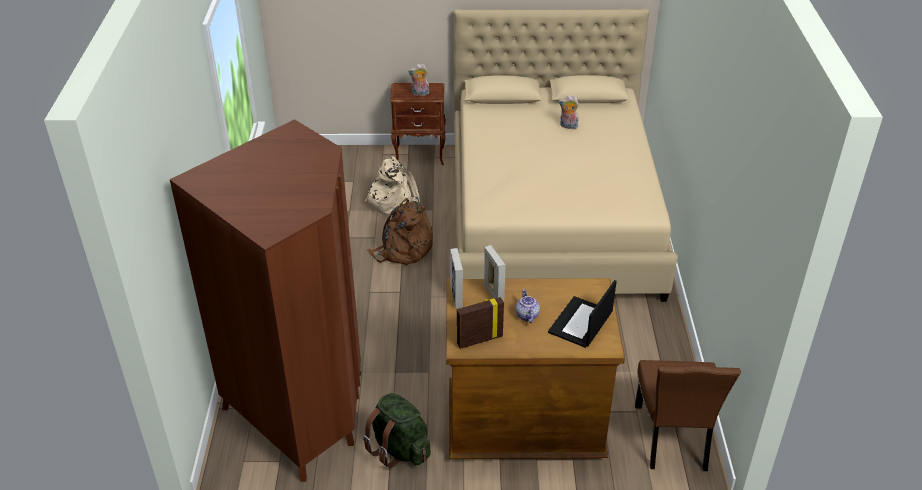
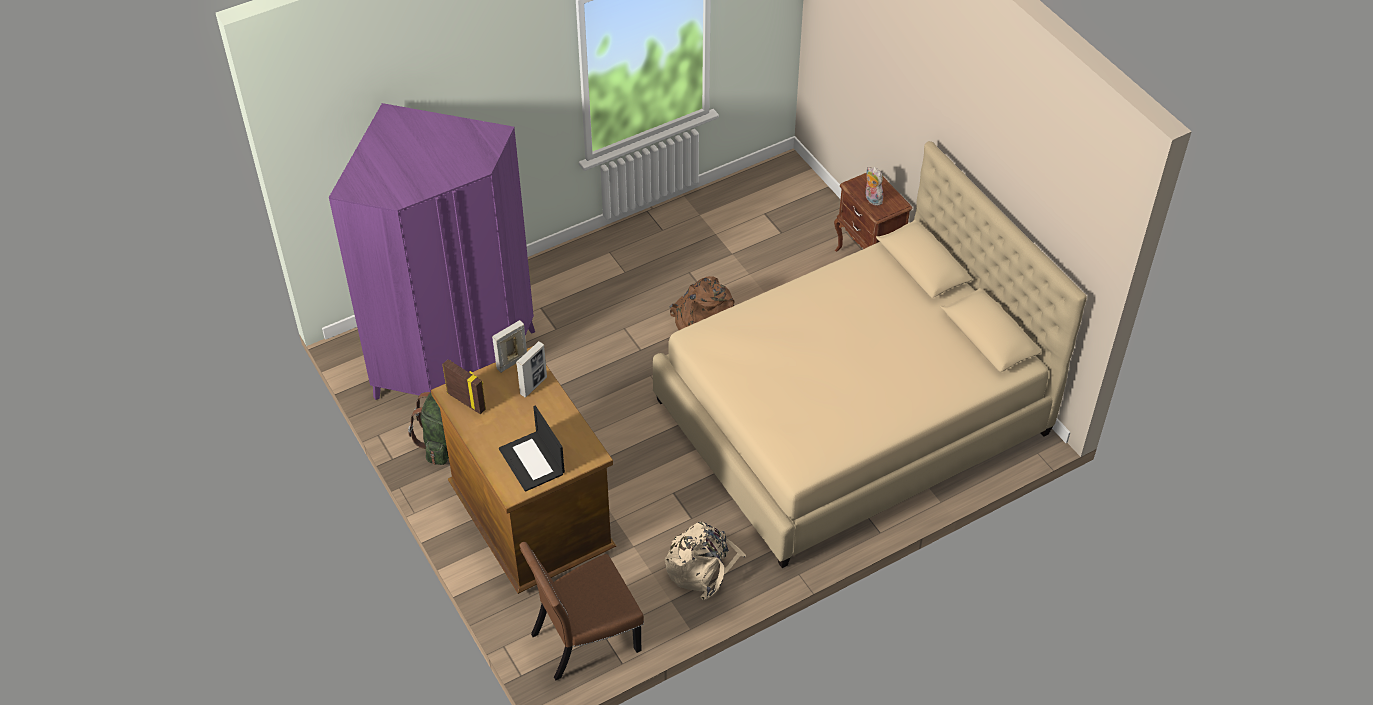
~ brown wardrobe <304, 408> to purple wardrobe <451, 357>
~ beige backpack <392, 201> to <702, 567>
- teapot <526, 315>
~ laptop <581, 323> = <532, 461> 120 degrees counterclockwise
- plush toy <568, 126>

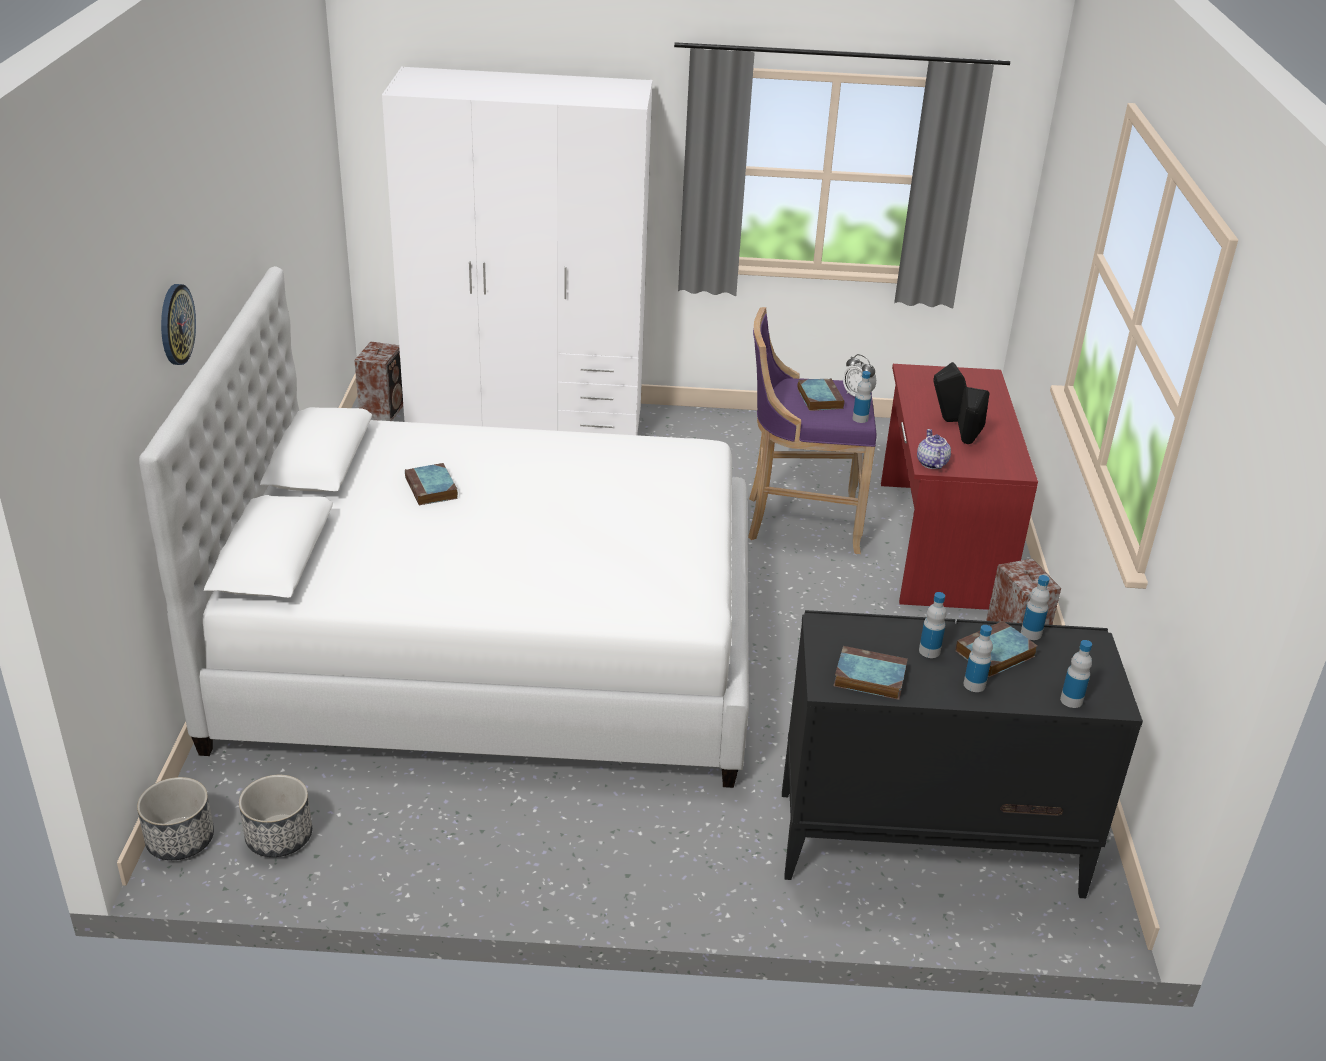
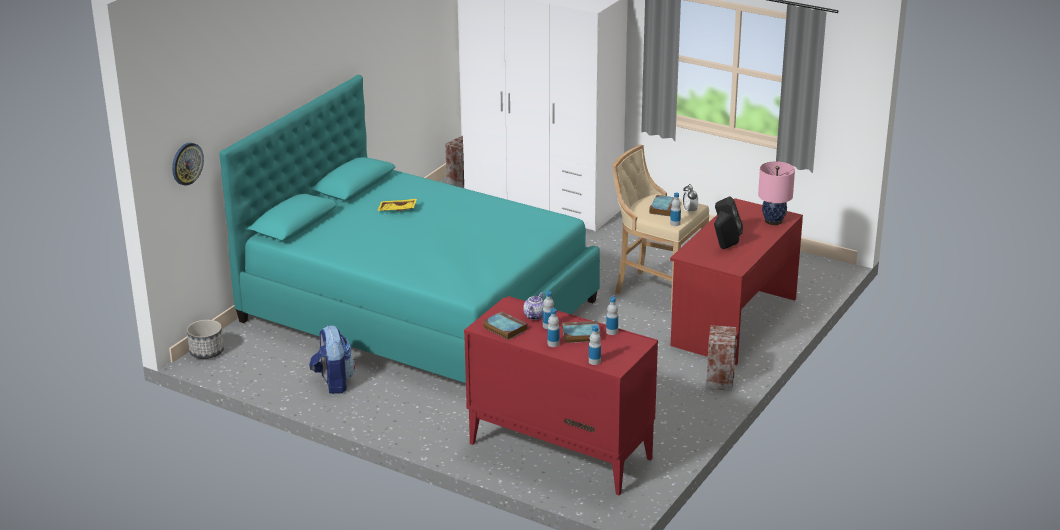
~ white bed <493, 646> to turquoise bed <419, 310>
~ wall clock <175, 324> to <186, 163>
- planter <278, 837>
~ book <432, 489> to yellow tray <397, 210>
~ purple stool <799, 522> to beige stool <656, 291>
~ black cabinet <927, 843> to red cabinet <560, 451>
~ teapot <931, 463> to <534, 315>
+ backpack <333, 382>
+ pink table lamp <773, 221>

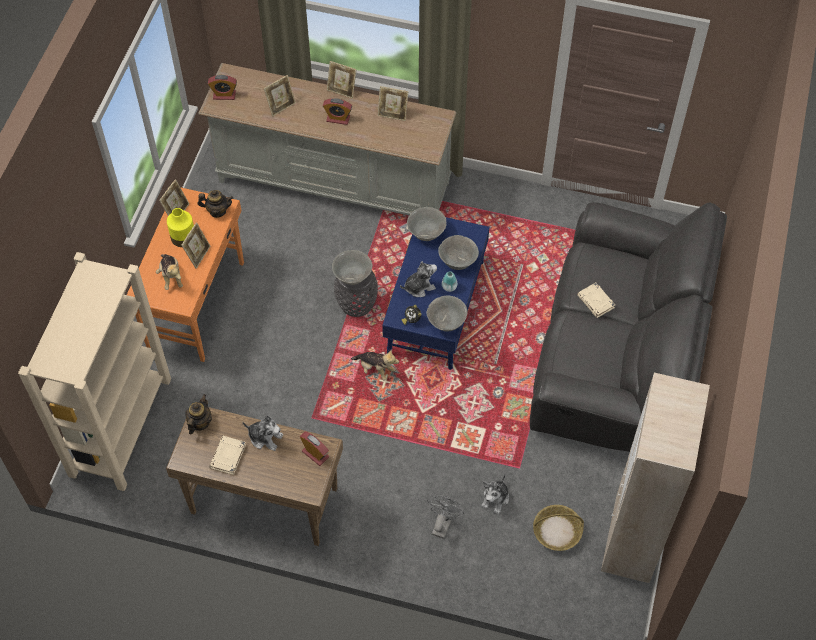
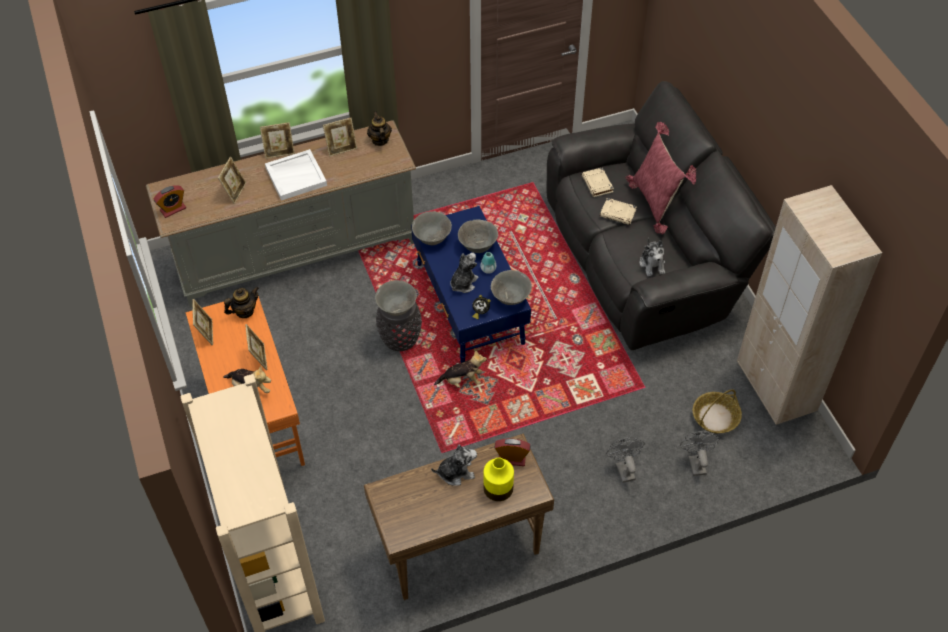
~ yellow vase <183, 236> to <498, 488>
~ teapot <199, 422> to <380, 140>
~ beige book <228, 457> to <597, 184>
~ alarm clock <338, 119> to white tray <296, 176>
~ plush toy <495, 498> to <652, 264>
+ red pillow <656, 206>
+ grey fan <695, 462>

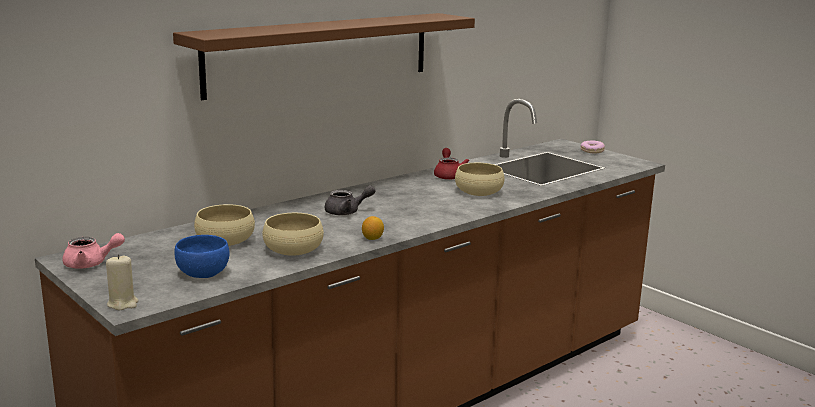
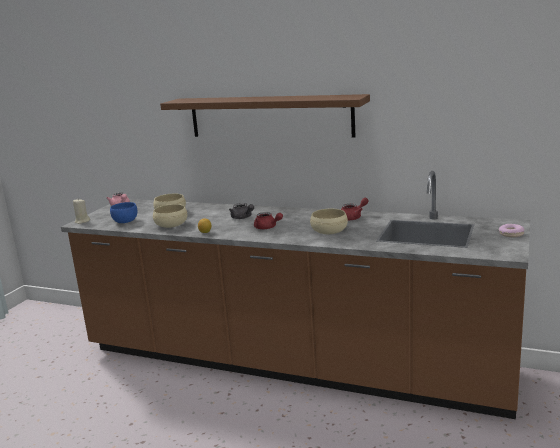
+ red teapot <267, 228>

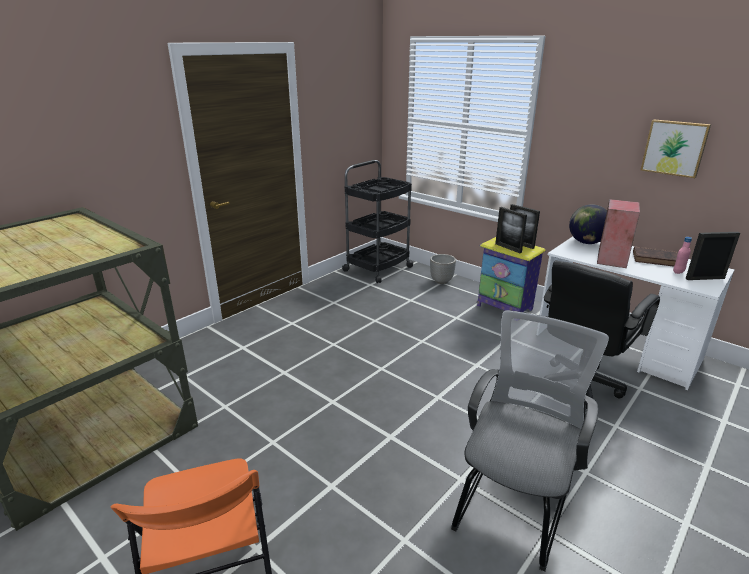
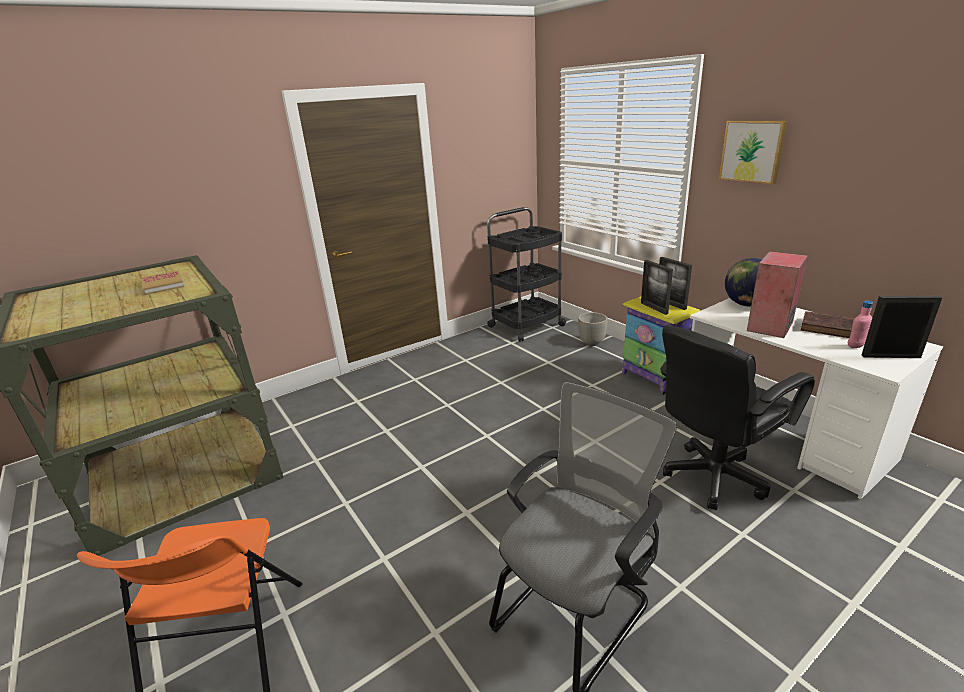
~ picture <674, 148> to <753, 151>
+ book <163, 285>

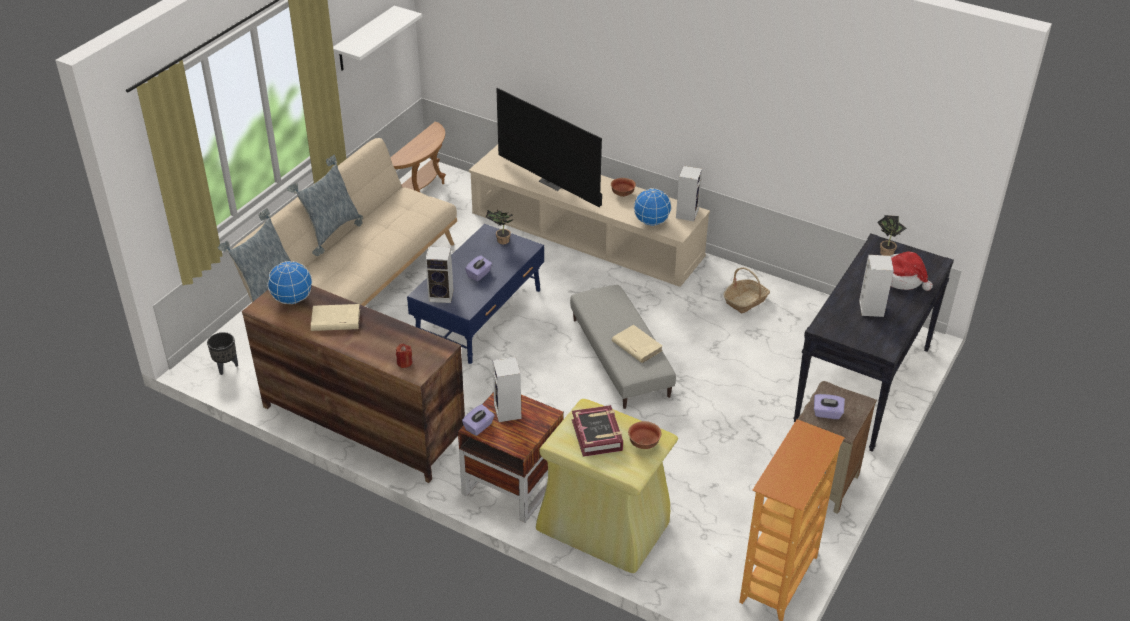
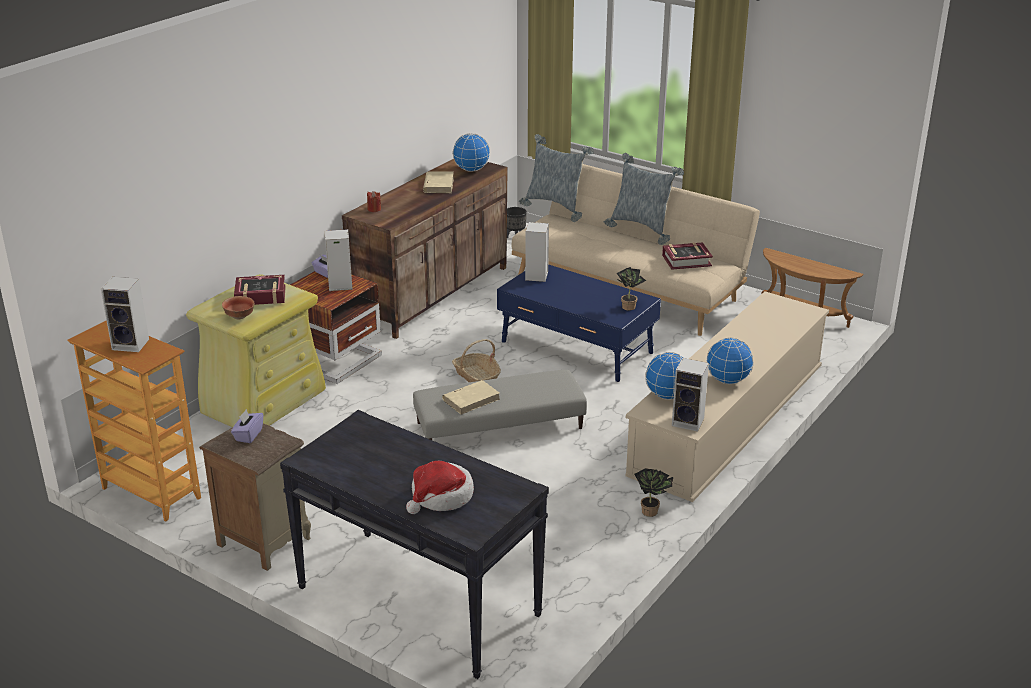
- white shelf <364, 39>
- purple tissue box <479, 274>
- television <553, 182>
~ bowl <622, 194> to globe <727, 380>
~ basket <745, 301> to <476, 376>
~ speaker <870, 307> to <132, 344>
~ potted plant <886, 252> to <652, 511>
+ book <686, 260>

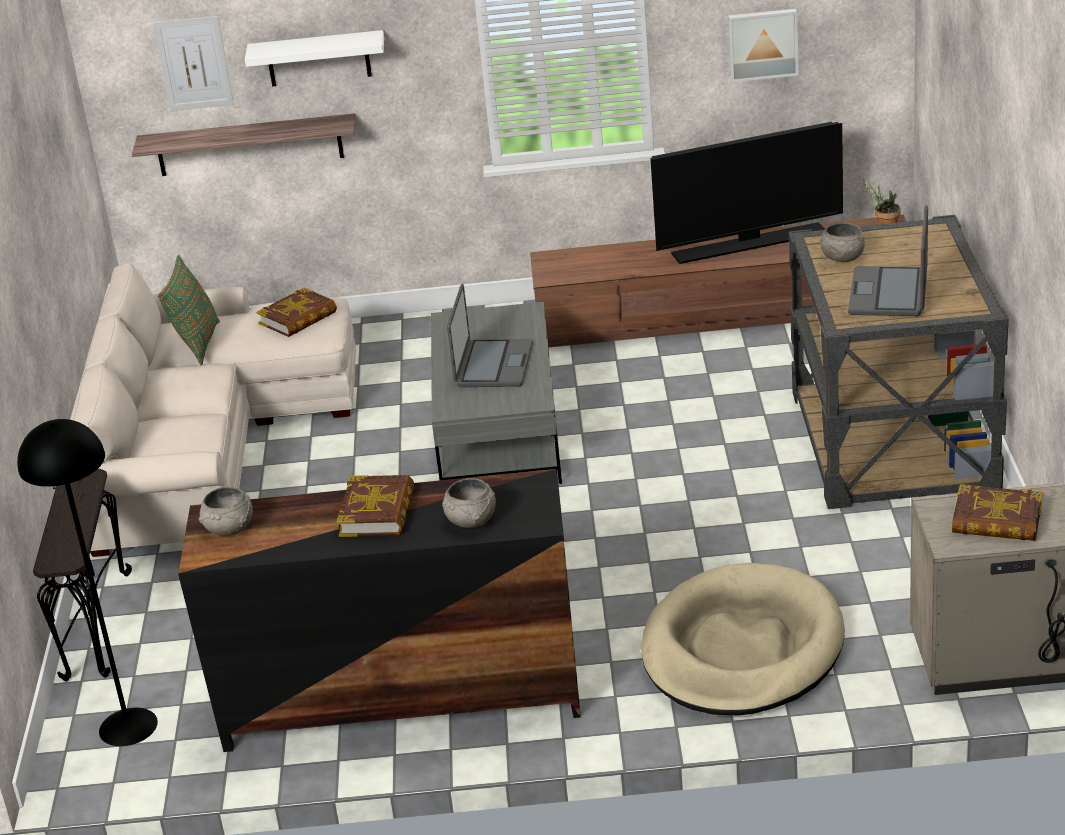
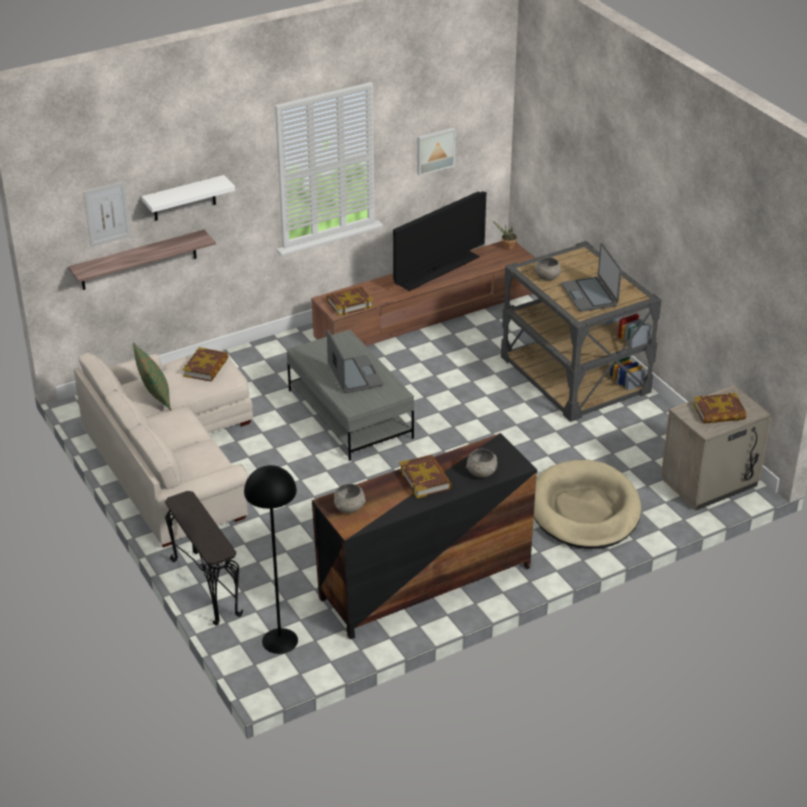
+ book <349, 304>

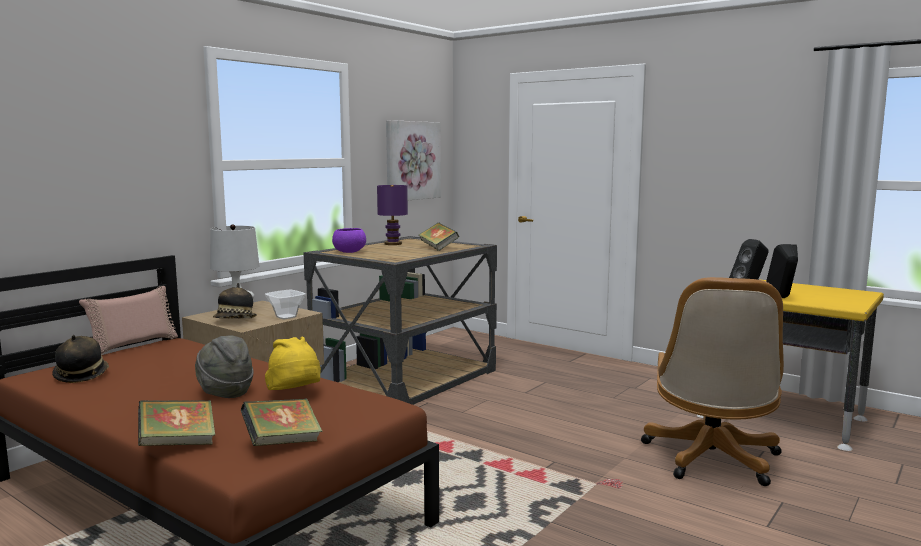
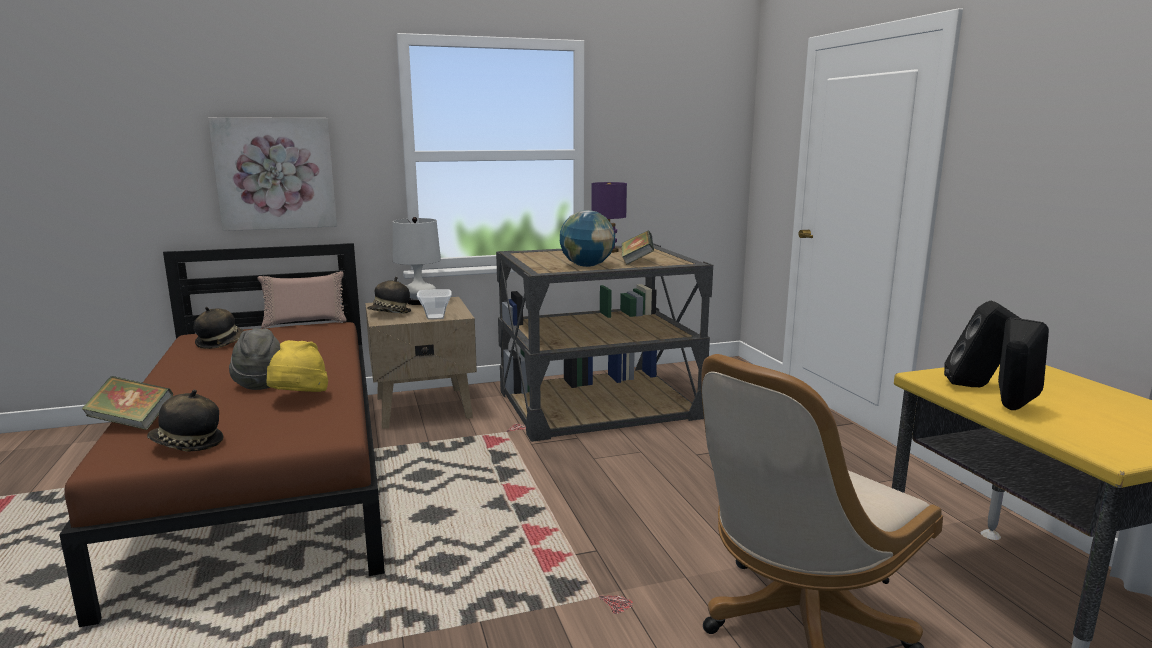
~ book <282, 443> to hat <187, 445>
- purple bowl <349, 252>
~ picture <412, 160> to <275, 173>
+ globe <587, 266>

